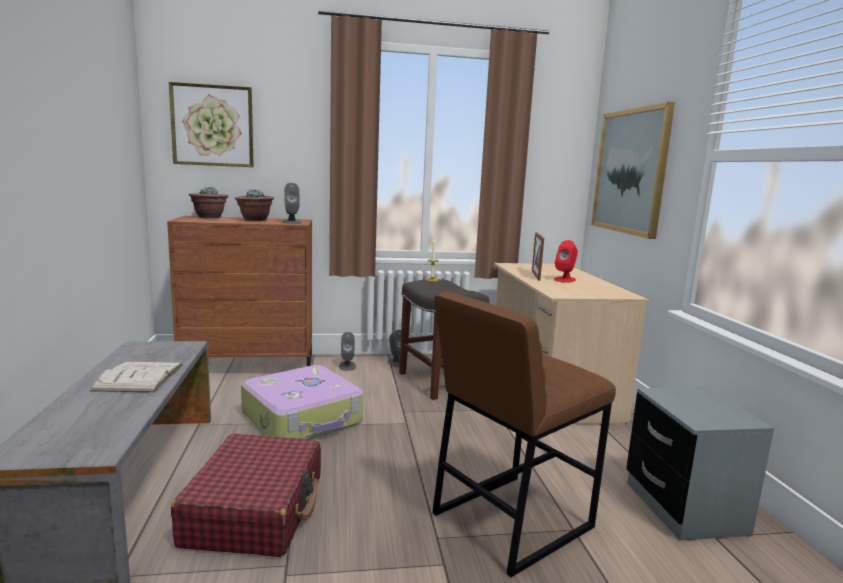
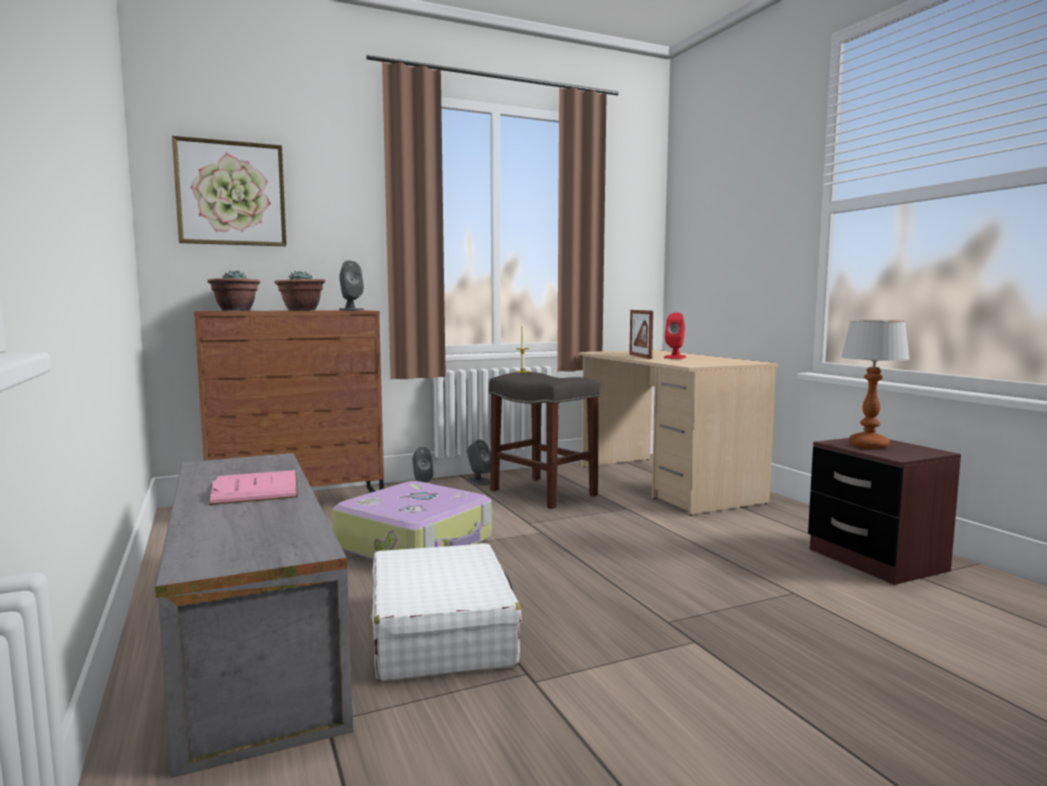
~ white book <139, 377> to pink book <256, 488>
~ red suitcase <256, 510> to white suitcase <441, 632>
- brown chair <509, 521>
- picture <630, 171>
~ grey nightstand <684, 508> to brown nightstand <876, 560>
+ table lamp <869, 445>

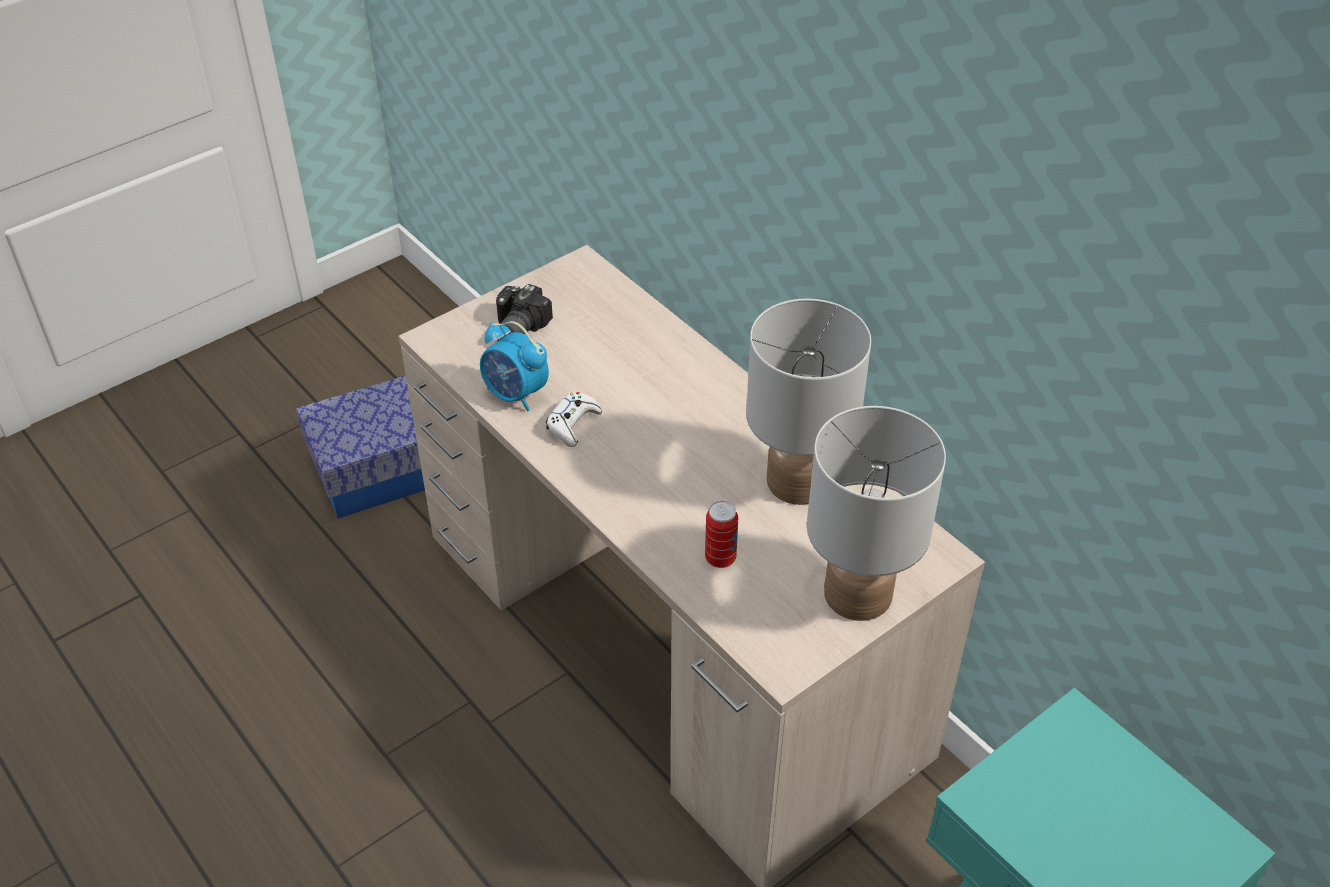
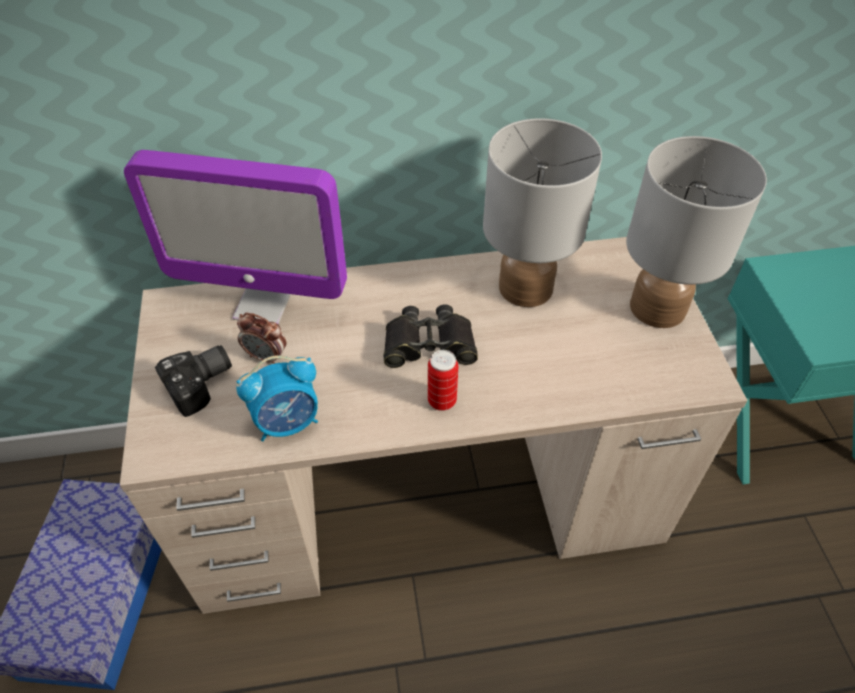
~ photo camera <515, 329> = <202, 385> 90 degrees counterclockwise
- white game controller <573, 424>
~ can <720, 558> to <442, 401>
+ monitor <263, 304>
+ alarm clock <266, 357>
+ black binoculars <429, 344>

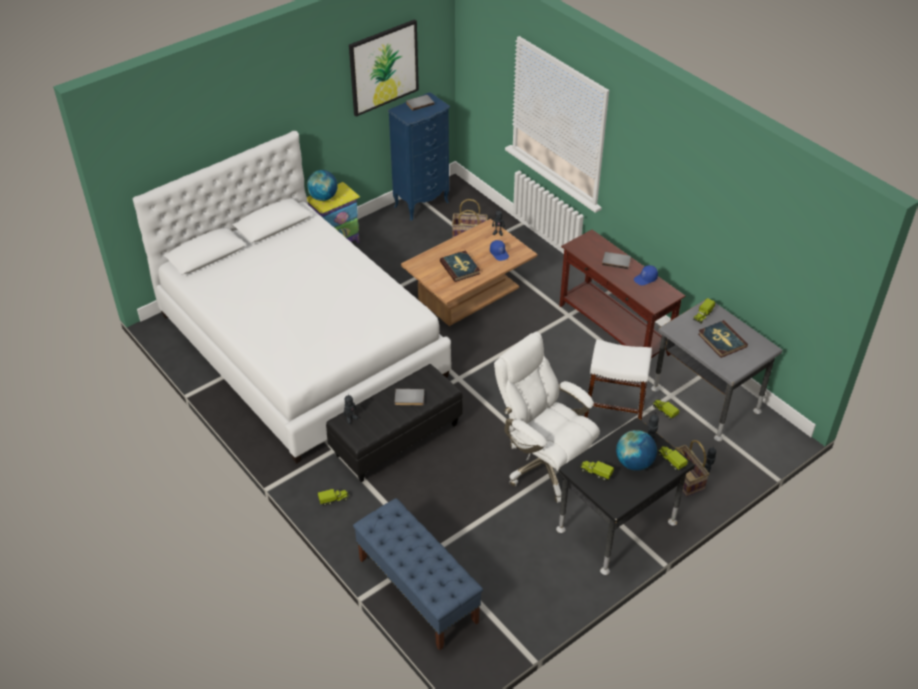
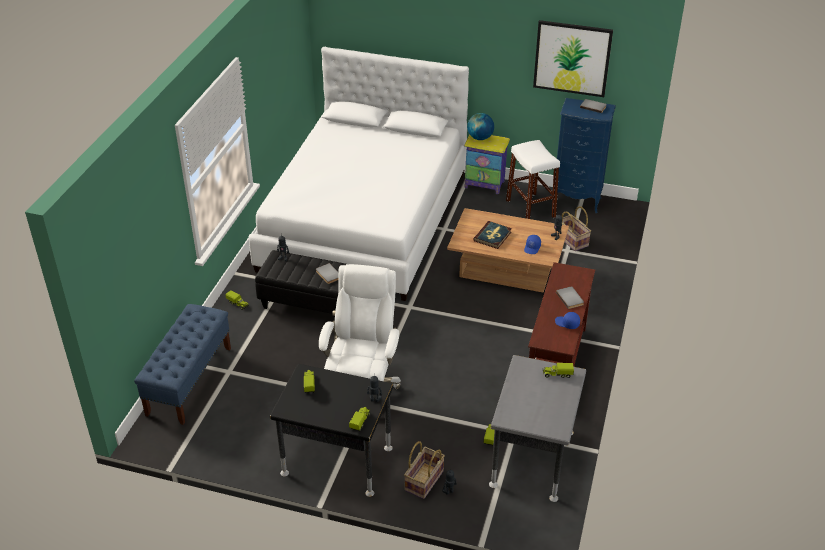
~ white stool <613, 416> to <530, 209>
- globe <634, 463>
- book <721, 340>

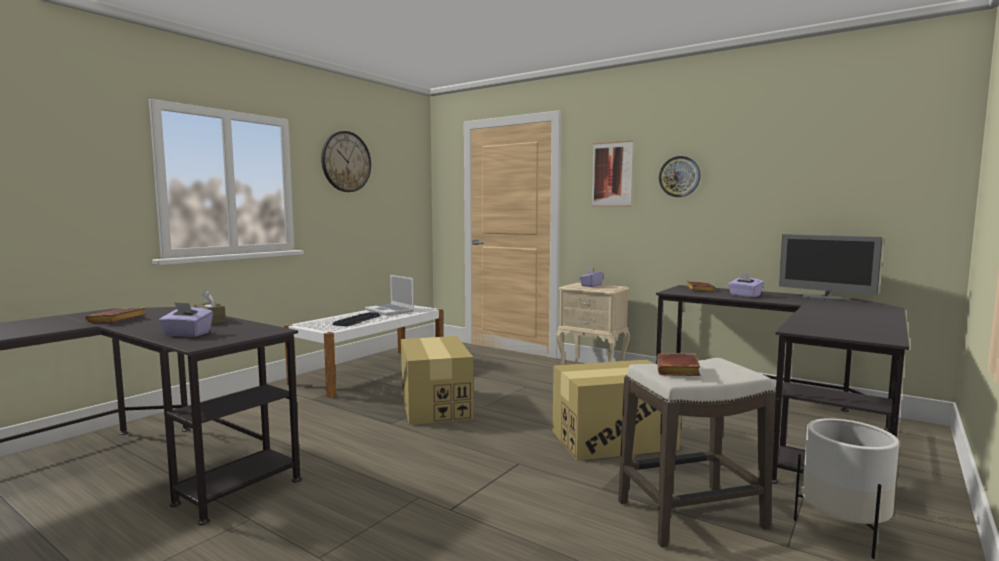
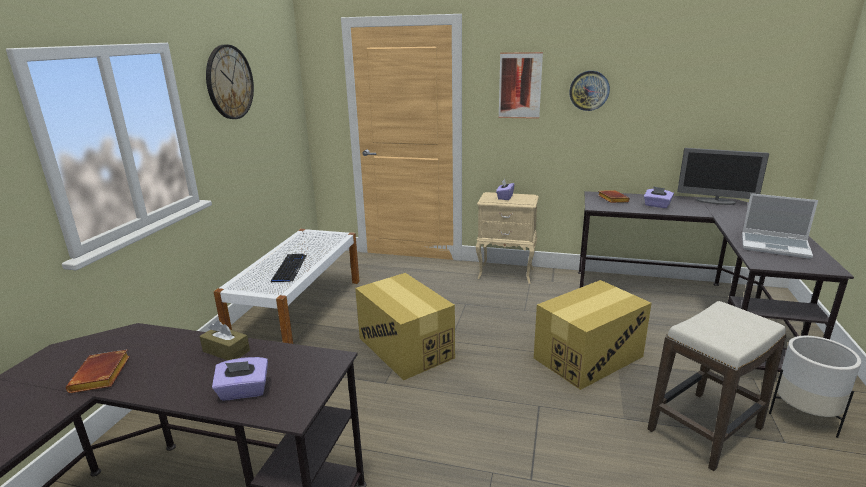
~ laptop <390, 310> to <775, 246>
- brown book <679, 370>

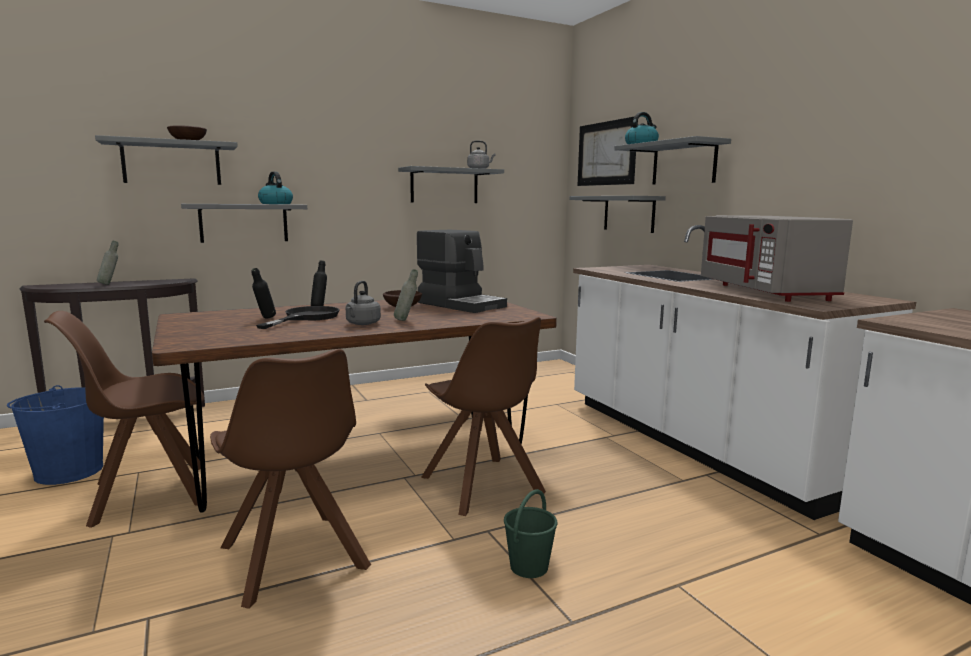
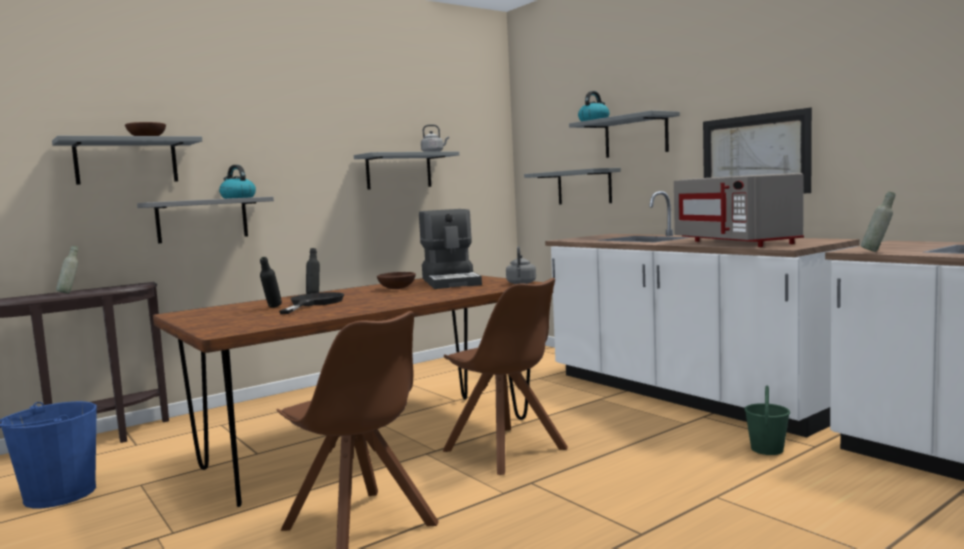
- brown chair <147, 495>
~ grey kettle <362, 324> to <521, 283>
~ grey bottle <406, 320> to <877, 251>
~ coffee machine <461, 304> = <451, 282> 45 degrees clockwise
~ green bucket <528, 567> to <767, 449>
~ picture <606, 153> to <754, 155>

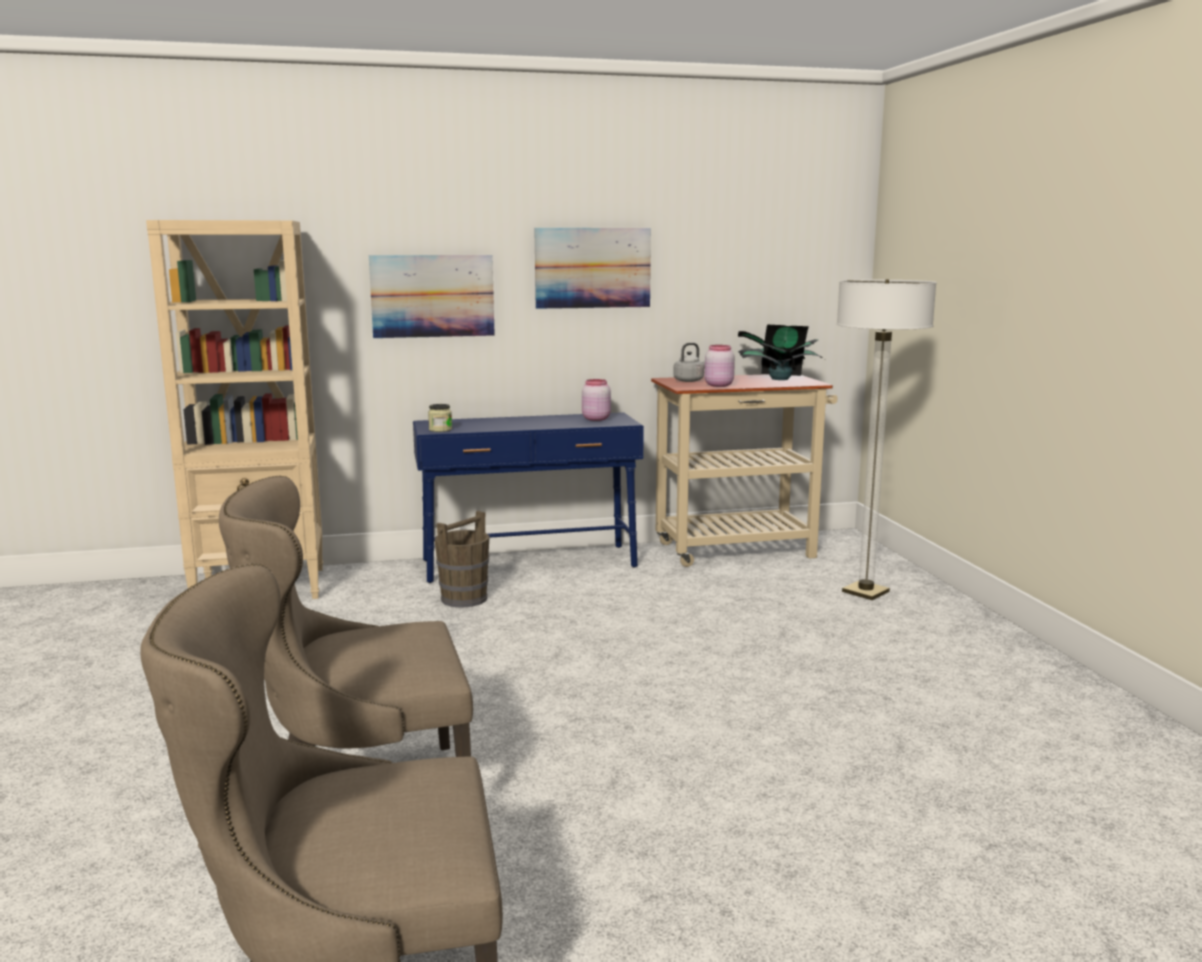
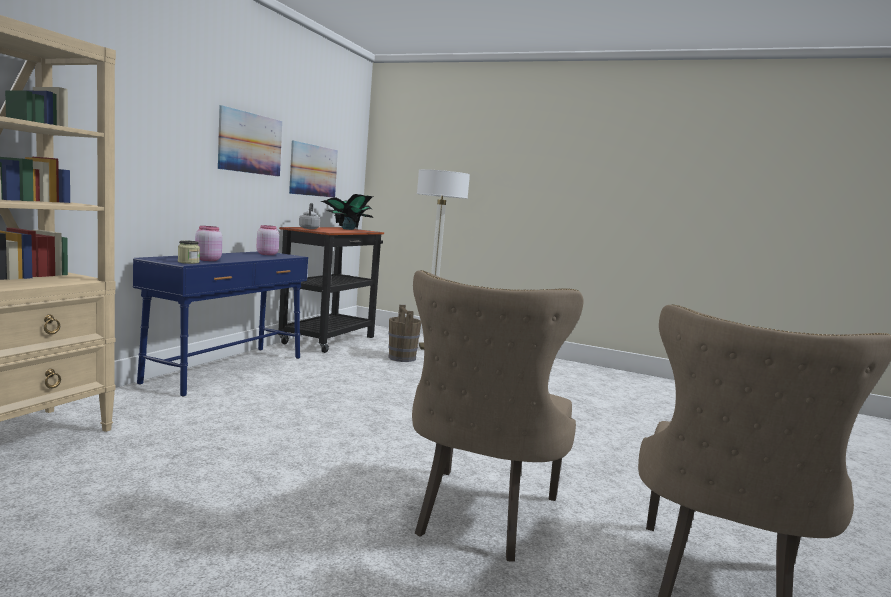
~ picture <432, 296> to <313, 170>
~ brown bucket <464, 599> to <402, 358>
~ beige cart <737, 550> to black cart <329, 340>
~ pink jar <718, 385> to <207, 260>

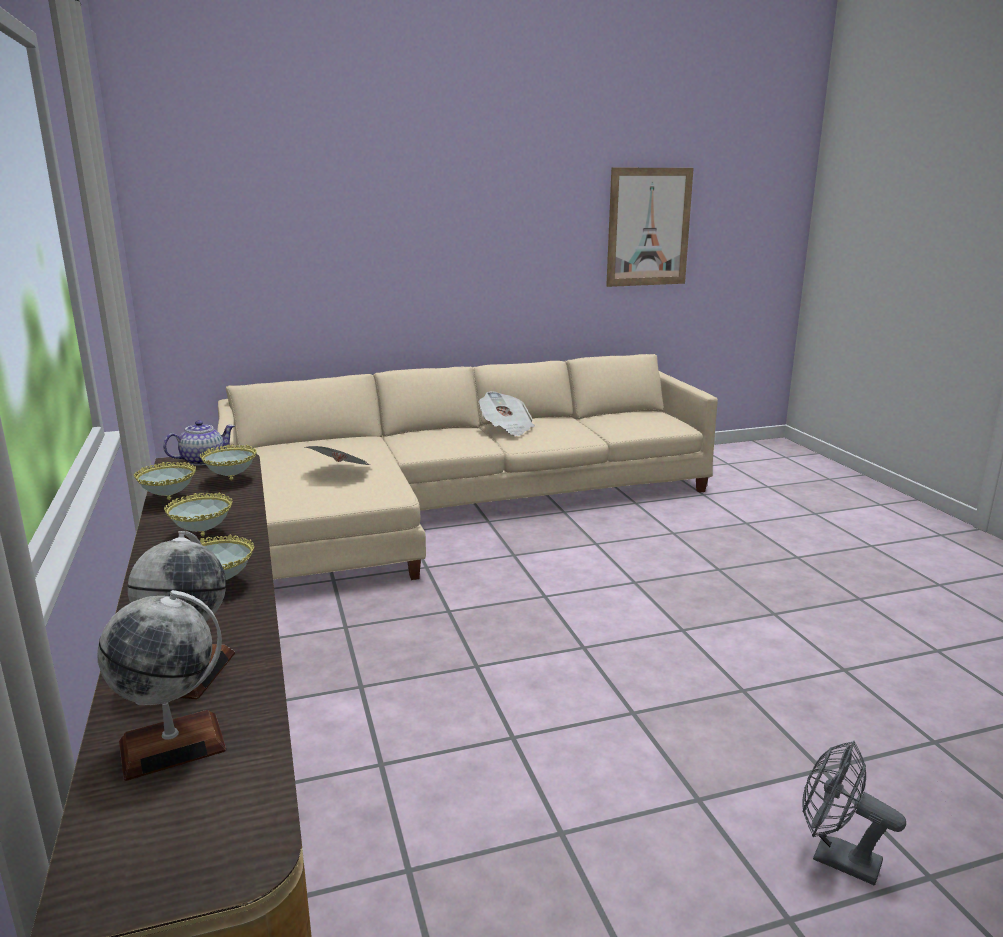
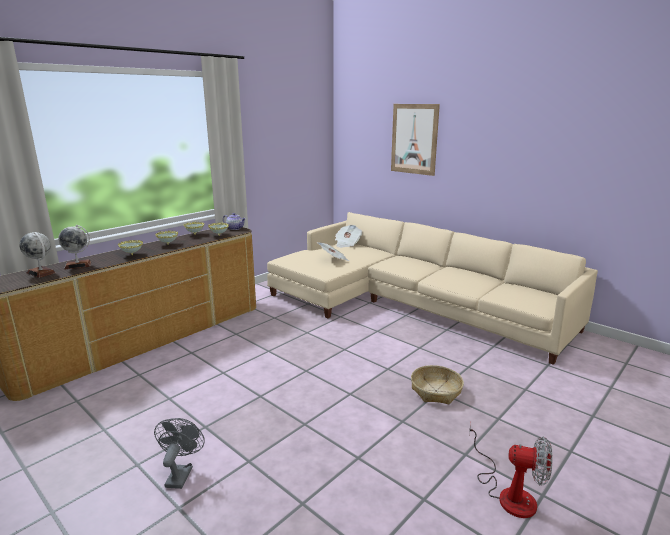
~ newspaper <506, 428> to <347, 244>
~ picture <648, 227> to <414, 139>
+ basket <436, 391>
+ fan <508, 493>

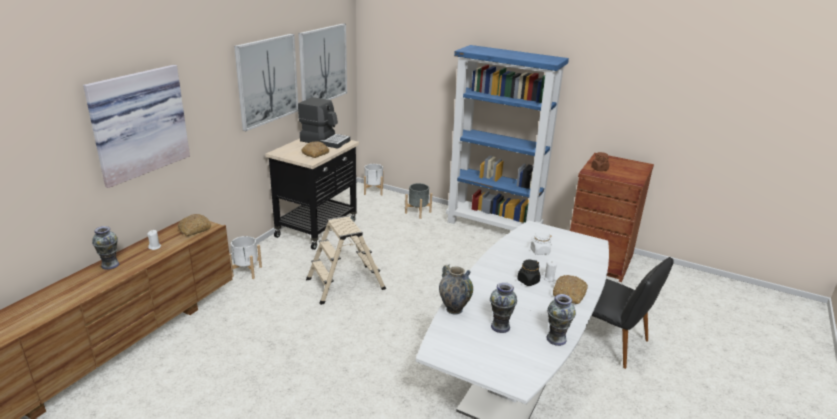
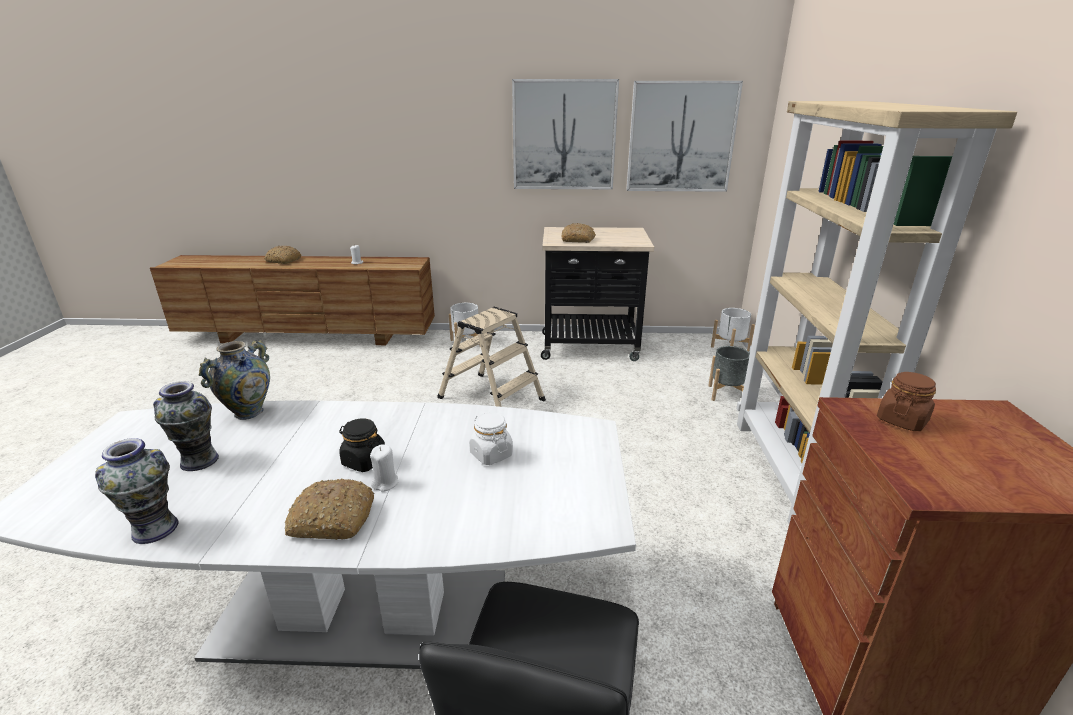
- picture <137, 123>
- vase <110, 265>
~ bread <194, 229> to <283, 260>
- coffee machine <325, 140>
~ blue bookcase <494, 227> to beige bookcase <792, 472>

